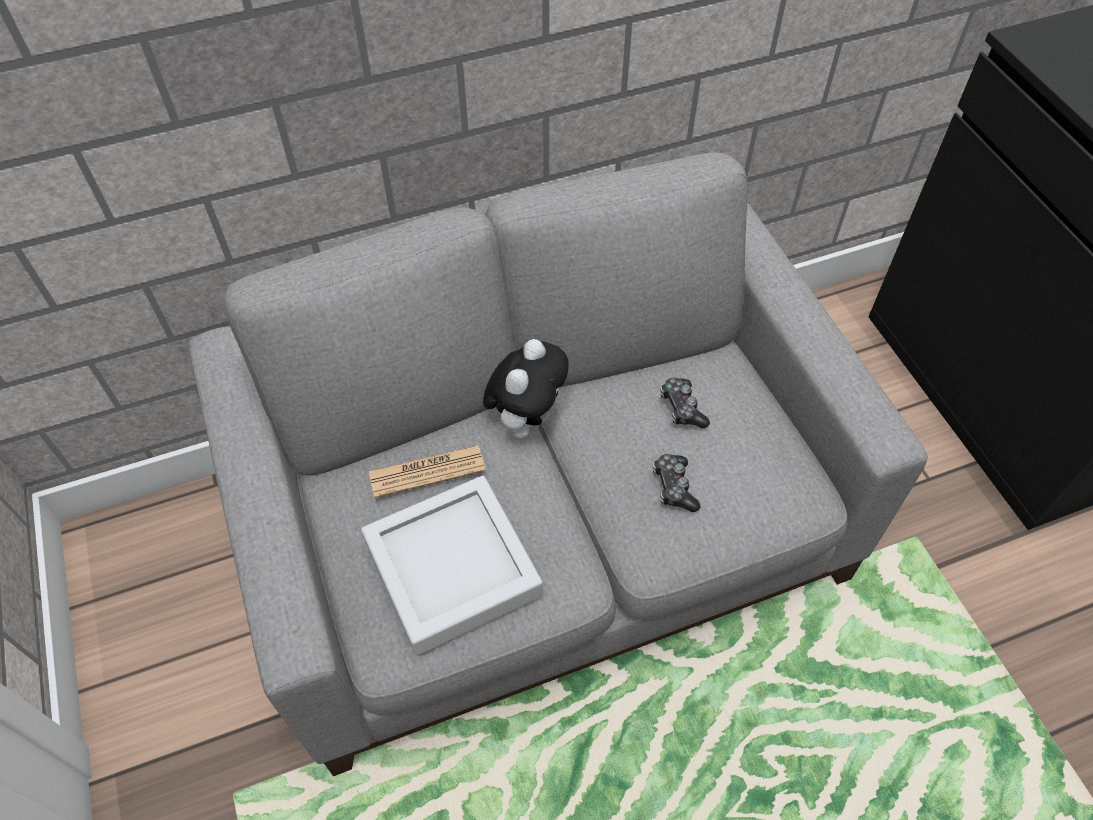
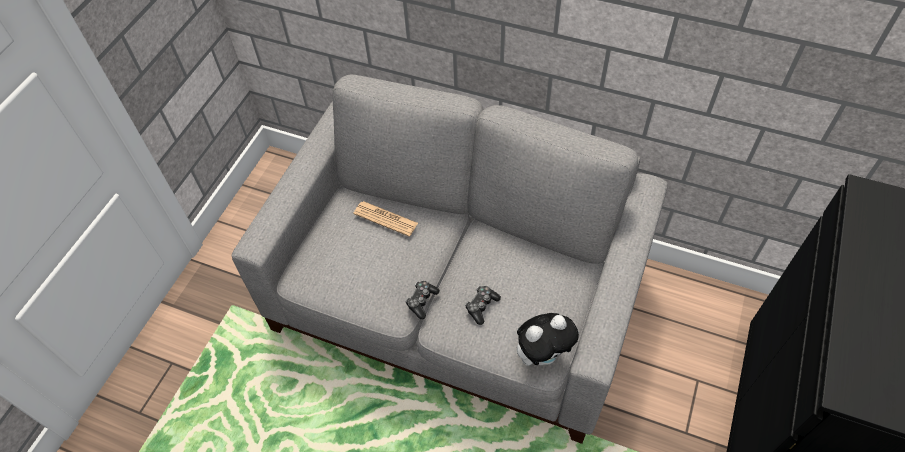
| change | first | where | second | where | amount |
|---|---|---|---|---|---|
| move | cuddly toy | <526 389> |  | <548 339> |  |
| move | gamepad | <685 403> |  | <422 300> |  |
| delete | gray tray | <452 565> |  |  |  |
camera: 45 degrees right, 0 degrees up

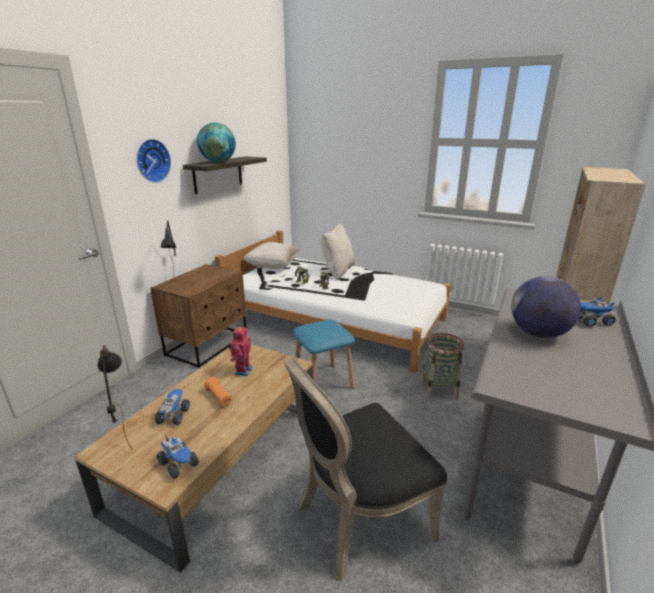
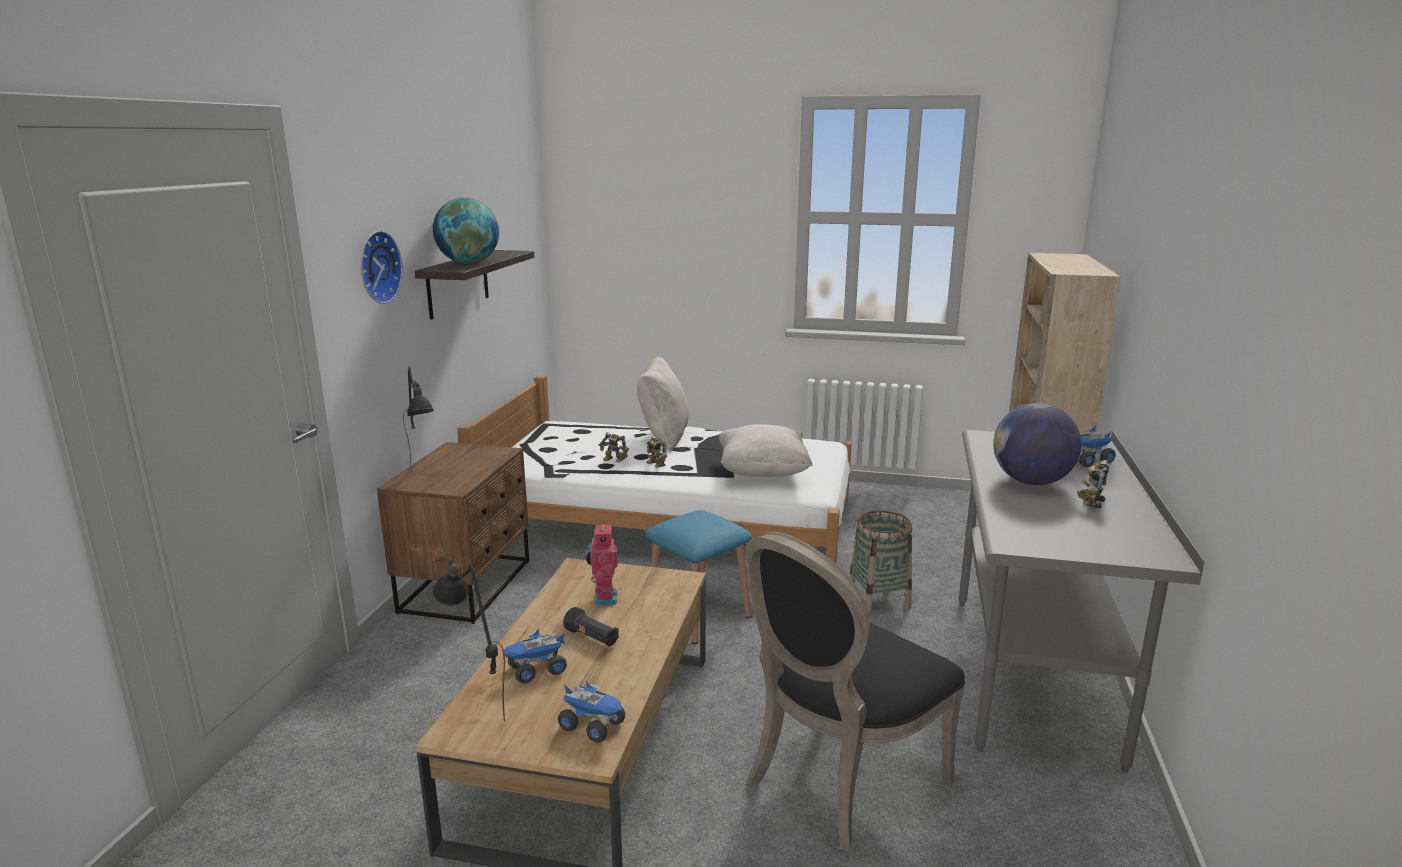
| change | first | where | second | where | amount |
|---|---|---|---|---|---|
| move | beige-coloured cushion | <271 255> |  | <766 450> |  |
| recolor | orange-coloured flashlight | <217 391> | black flashlight | <591 626> |  |
| rotate | toy lorry | <172 407> |  | <535 656> | 105 degrees counterclockwise |
| insert |  |  | robot figure | <1093 484> |  |
camera: 15 degrees left, 5 degrees down

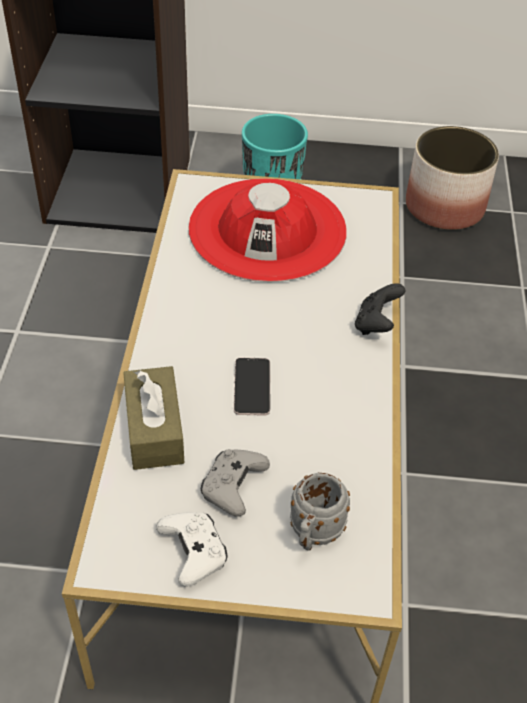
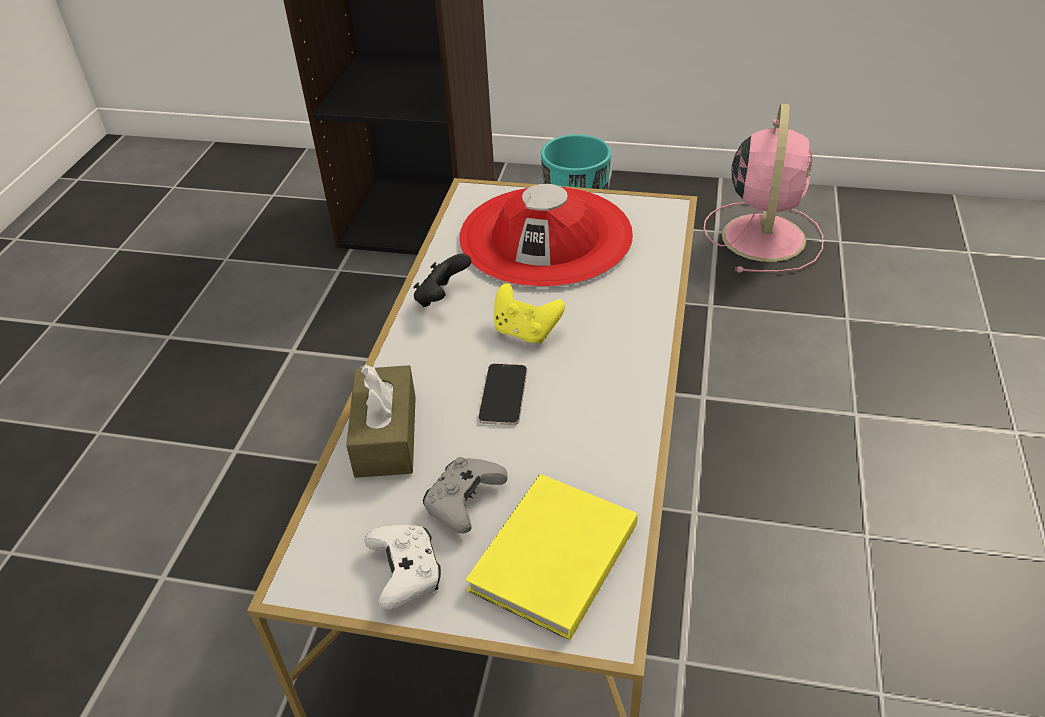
| change | first | where | second | where | amount |
|---|---|---|---|---|---|
| replace | plant pot | <452 178> | pink-coloured electric fan | <763 188> |  |
| move | black gamepad | <380 309> |  | <442 280> |  |
| replace | gray mug | <320 512> | yellow-coloured book | <552 557> |  |
| insert |  |  | yellow-coloured gamepad | <529 313> |  |
camera: 10 degrees right, 5 degrees down

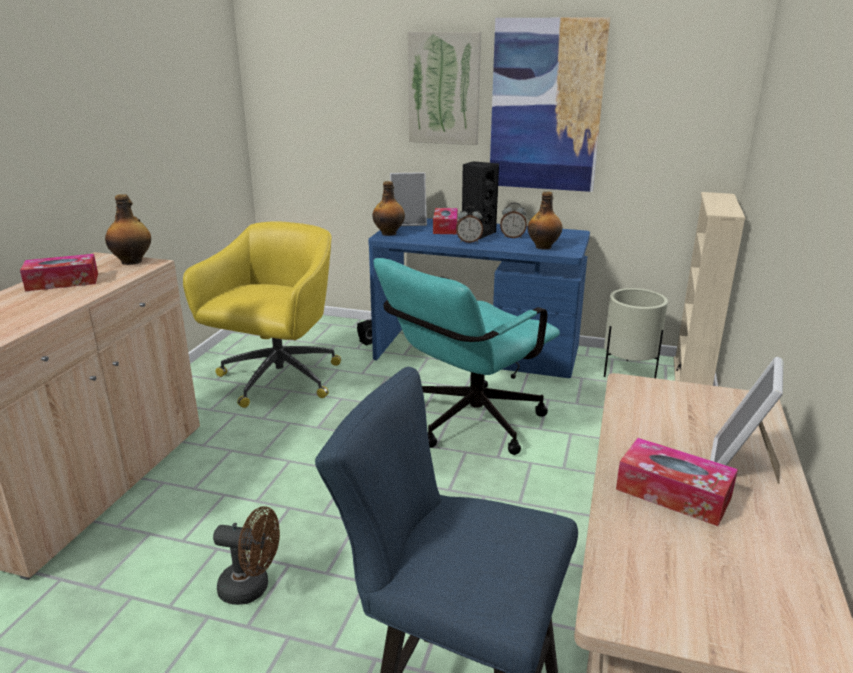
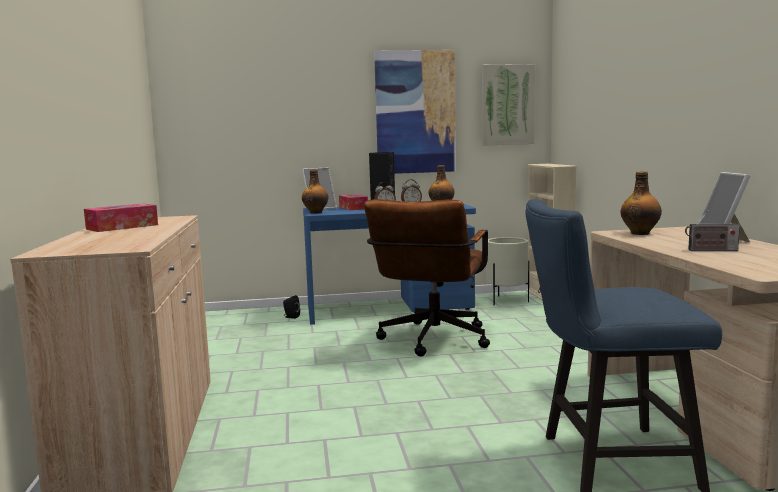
| change | first | where | second | where | amount |
|---|---|---|---|---|---|
| move | wall art | <444 88> |  | <508 105> |  |
| move | bottle | <128 229> |  | <641 203> |  |
| delete | yellow-coloured desk chair | <262 314> |  |  |  |
| recolor | turquoise desk chair | <467 356> | brown desk chair | <427 277> |  |
| replace | tissue holder | <677 482> | radio set | <712 230> |  |
| delete | brown electric fan | <246 555> |  |  |  |
camera: 25 degrees left, 15 degrees down

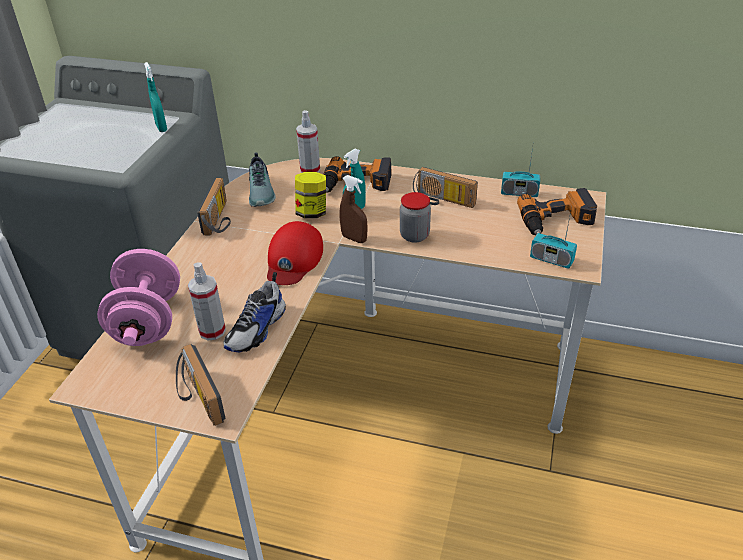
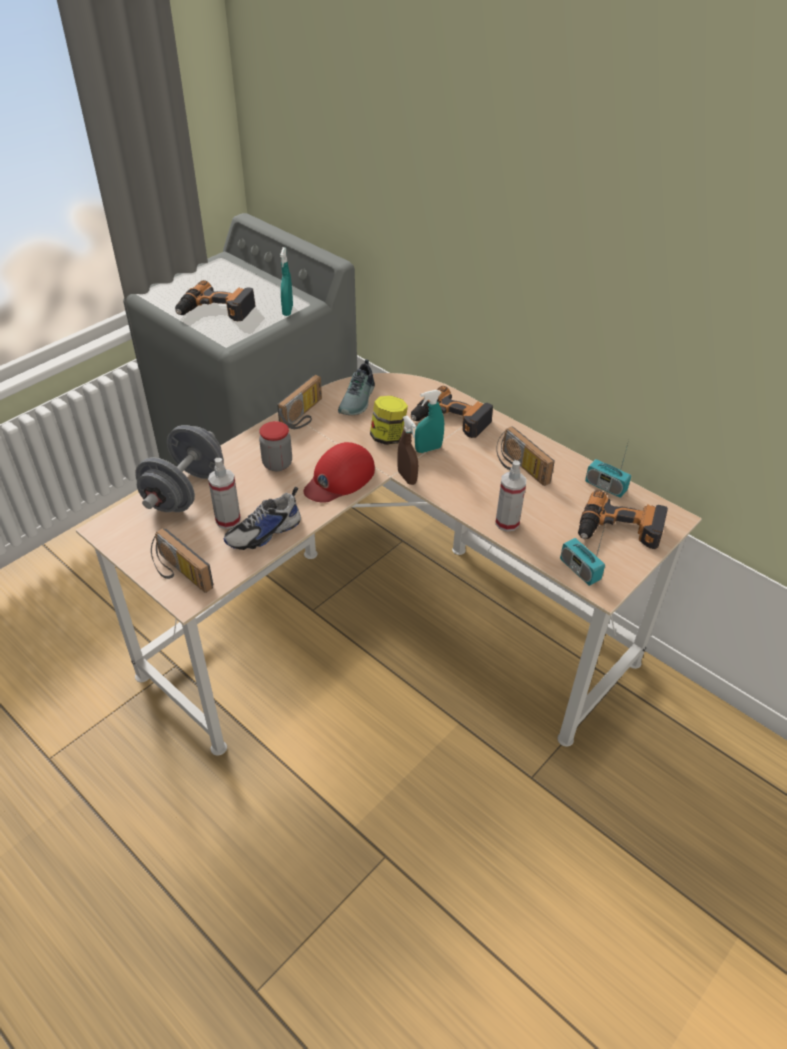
| change | first | where | second | where | amount |
|---|---|---|---|---|---|
| move | hand sprayer | <308 141> |  | <510 496> |  |
| move | jar | <415 217> |  | <275 446> |  |
| recolor | pink-coloured free weight | <138 297> | gray free weight | <179 468> |  |
| rotate | radio set | <200 385> |  | <182 560> | 45 degrees counterclockwise |
| insert |  |  | electric drill | <215 300> |  |
camera: 25 degrees right, 5 degrees up

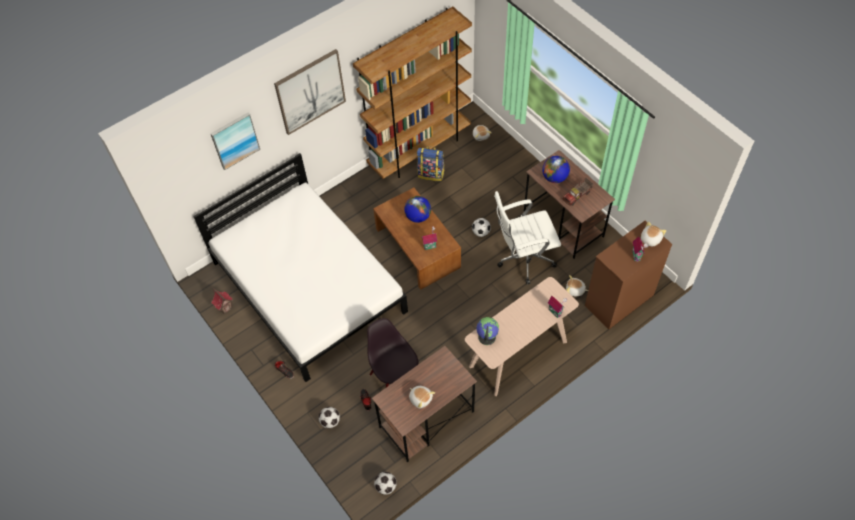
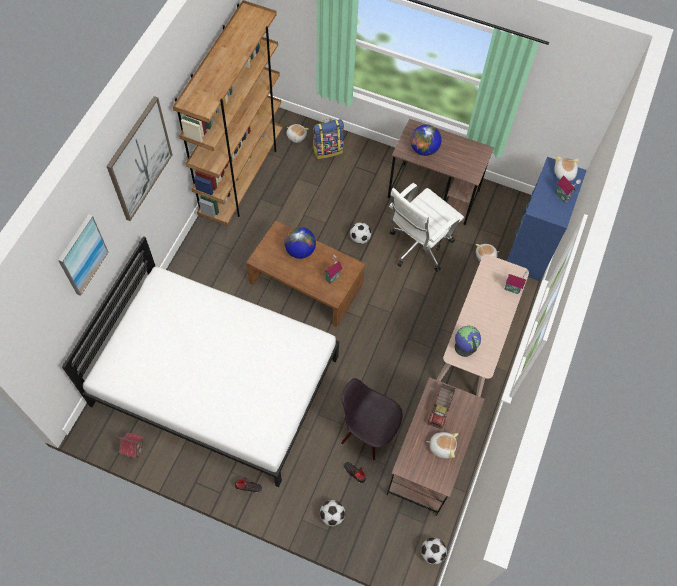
| change | first | where | second | where | amount |
|---|---|---|---|---|---|
| move | backpack | <431 163> |  | <328 138> |  |
| move | toy lorry | <577 192> |  | <442 406> |  |
| recolor | brown chest of drawers | <629 275> | bluish chest of drawers | <547 219> |  |
camera: 35 degrees left, 5 degrees up

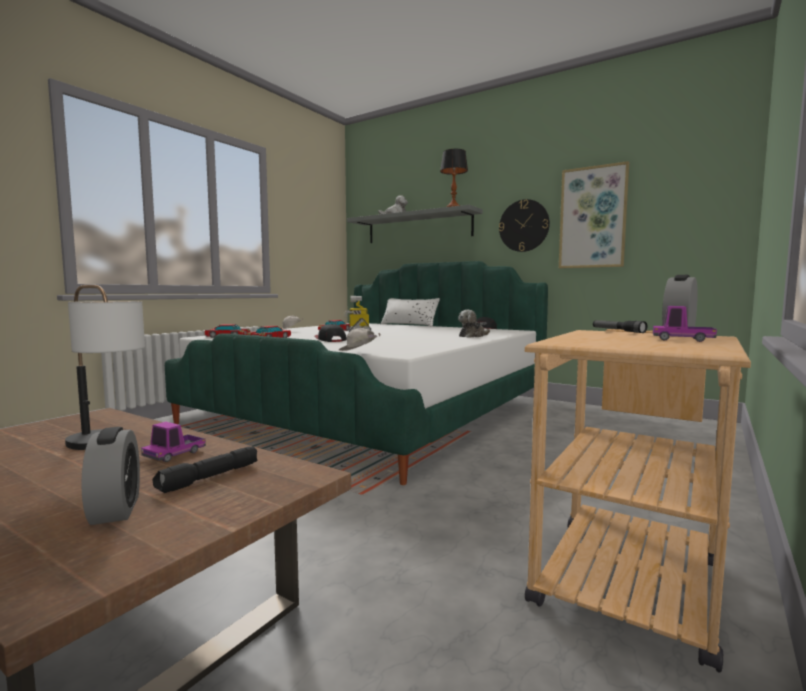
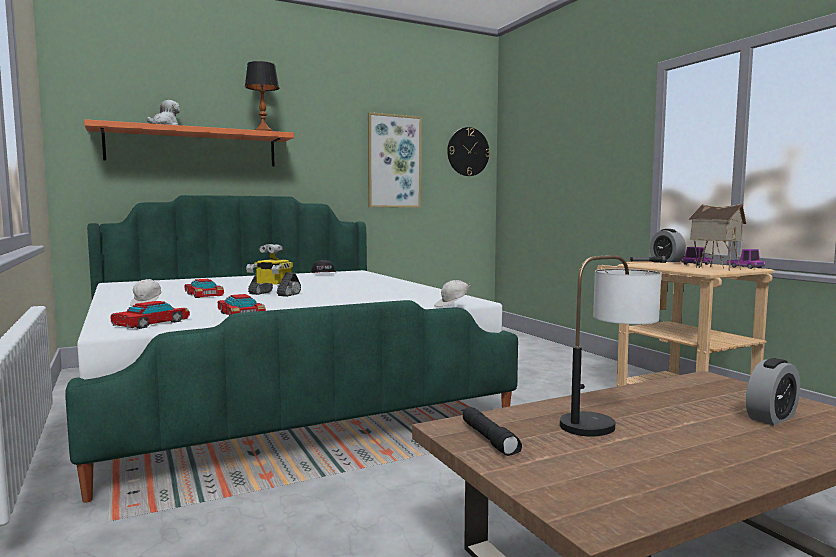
| change | first | where | second | where | amount |
|---|---|---|---|---|---|
| move | wall clock | <524 225> |  | <468 151> |  |
| recolor | gray bracket shelf | <415 224> | orange-coloured bracket shelf | <189 142> |  |
| delete | whitish cushion | <410 312> |  |  |  |
| delete | cuddly toy | <474 324> |  |  |  |
| delete | baseball cap | <330 333> |  |  |  |
| move | toy lorry | <173 442> |  | <746 259> |  |
| rotate | bedside clock | <110 476> |  | <773 391> | 135 degrees clockwise |
| move | black flashlight | <205 469> |  | <492 431> |  |
| insert |  |  | model house | <717 237> |  |
camera: 60 degrees left, 0 degrees up

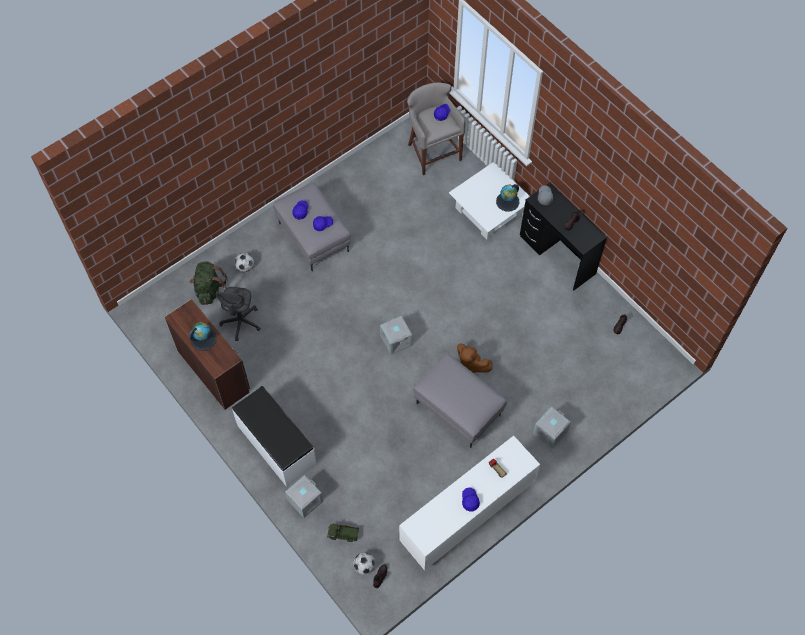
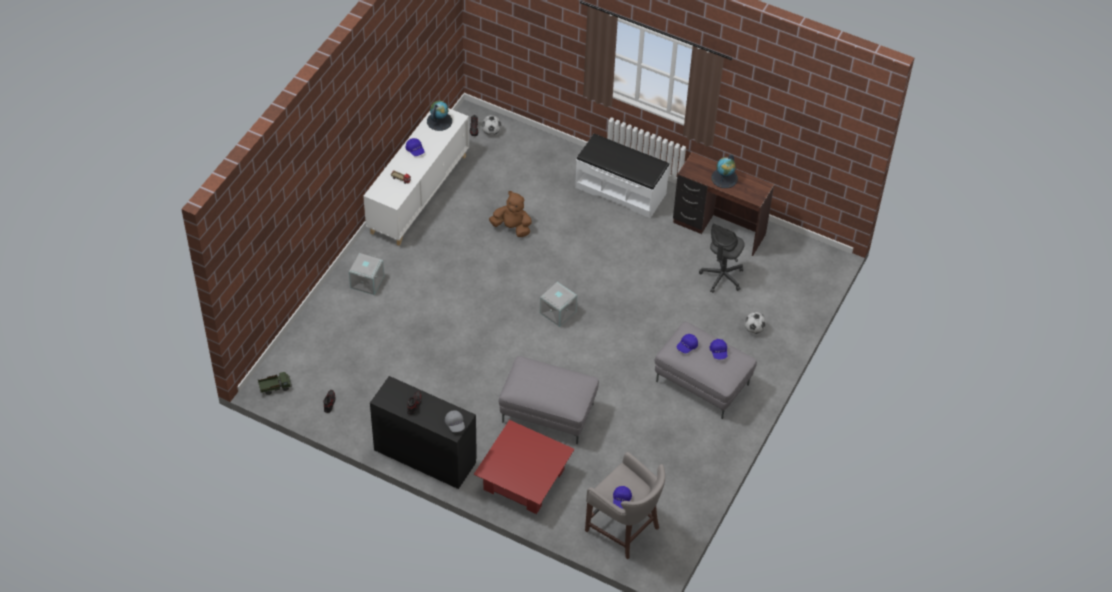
| change | first | where | second | where | amount |
|---|---|---|---|---|---|
| recolor | whitish low table | <489 201> | red low table | <524 467> |  |
| move | desk globe | <507 197> |  | <439 115> |  |
| delete | green-coloured backpack | <208 283> |  |  |  |
| rotate | gray desk chair | <238 314> |  | <722 258> | 135 degrees counterclockwise |
| move | brown cuddly toy | <474 358> |  | <510 214> |  |
| move | gray ottoman | <460 401> |  | <549 400> |  |
| delete | gray storage container | <304 496> |  |  |  |
| move | toy lorry | <343 533> |  | <275 383> |  |
camera: 155 degrees right, 10 degrees down

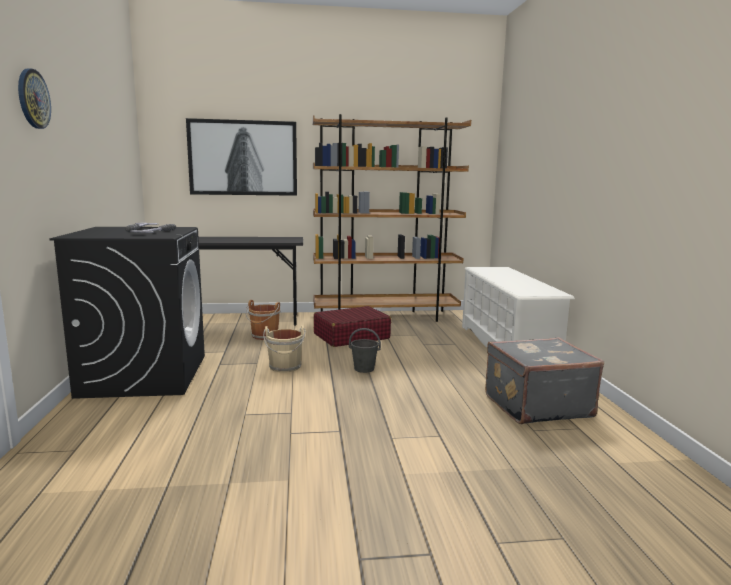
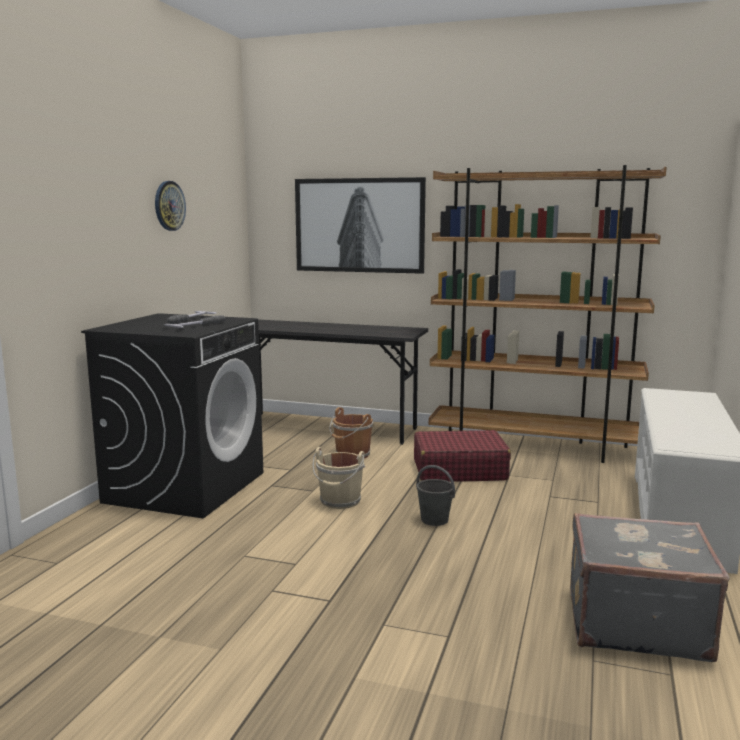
| change | first | where | second | where | amount |
|---|---|---|---|---|---|
| move | wall clock | <34 99> |  | <170 206> |  |
camera: 25 degrees right, 0 degrees up

